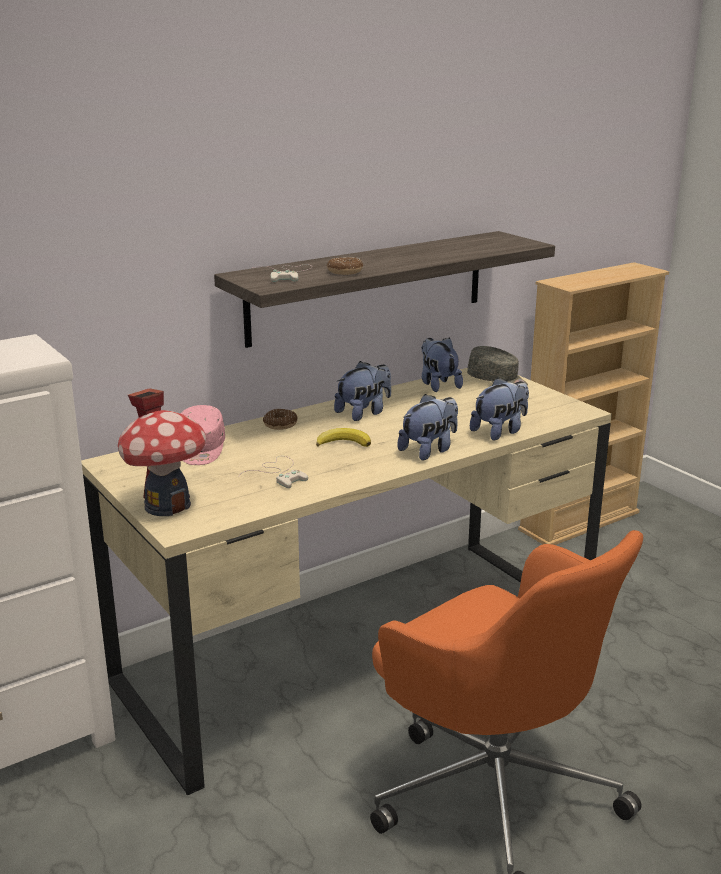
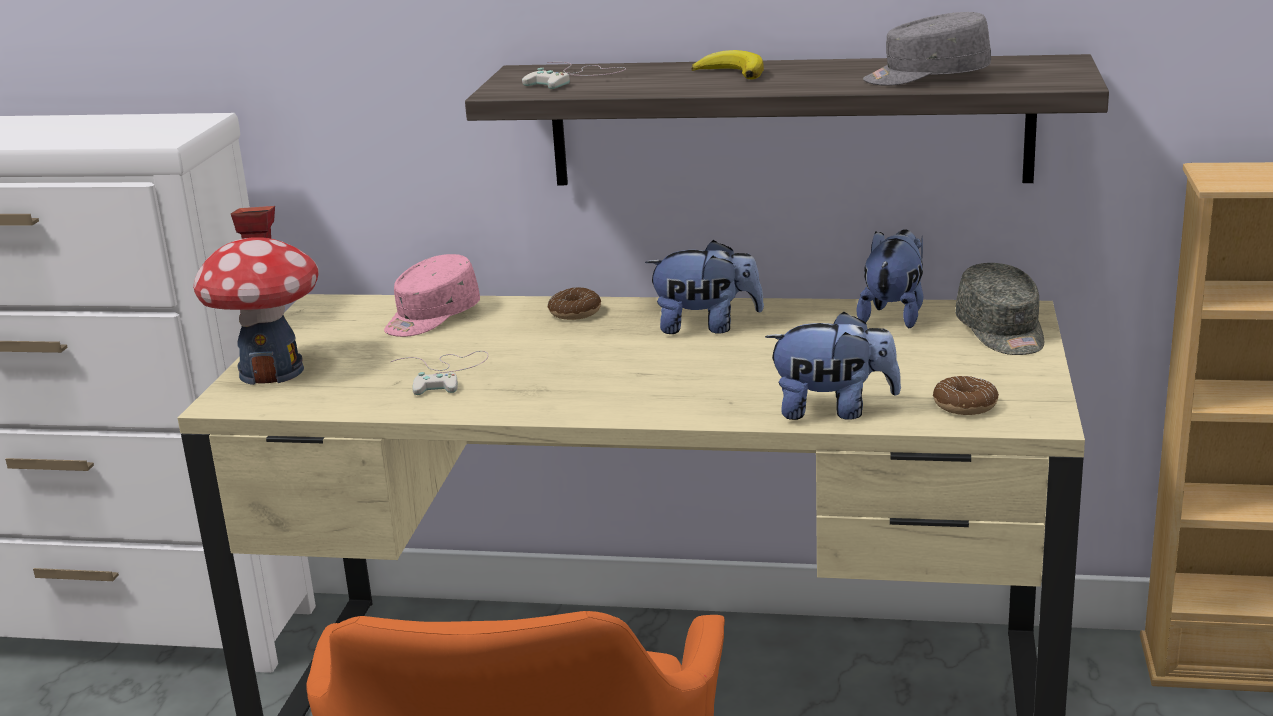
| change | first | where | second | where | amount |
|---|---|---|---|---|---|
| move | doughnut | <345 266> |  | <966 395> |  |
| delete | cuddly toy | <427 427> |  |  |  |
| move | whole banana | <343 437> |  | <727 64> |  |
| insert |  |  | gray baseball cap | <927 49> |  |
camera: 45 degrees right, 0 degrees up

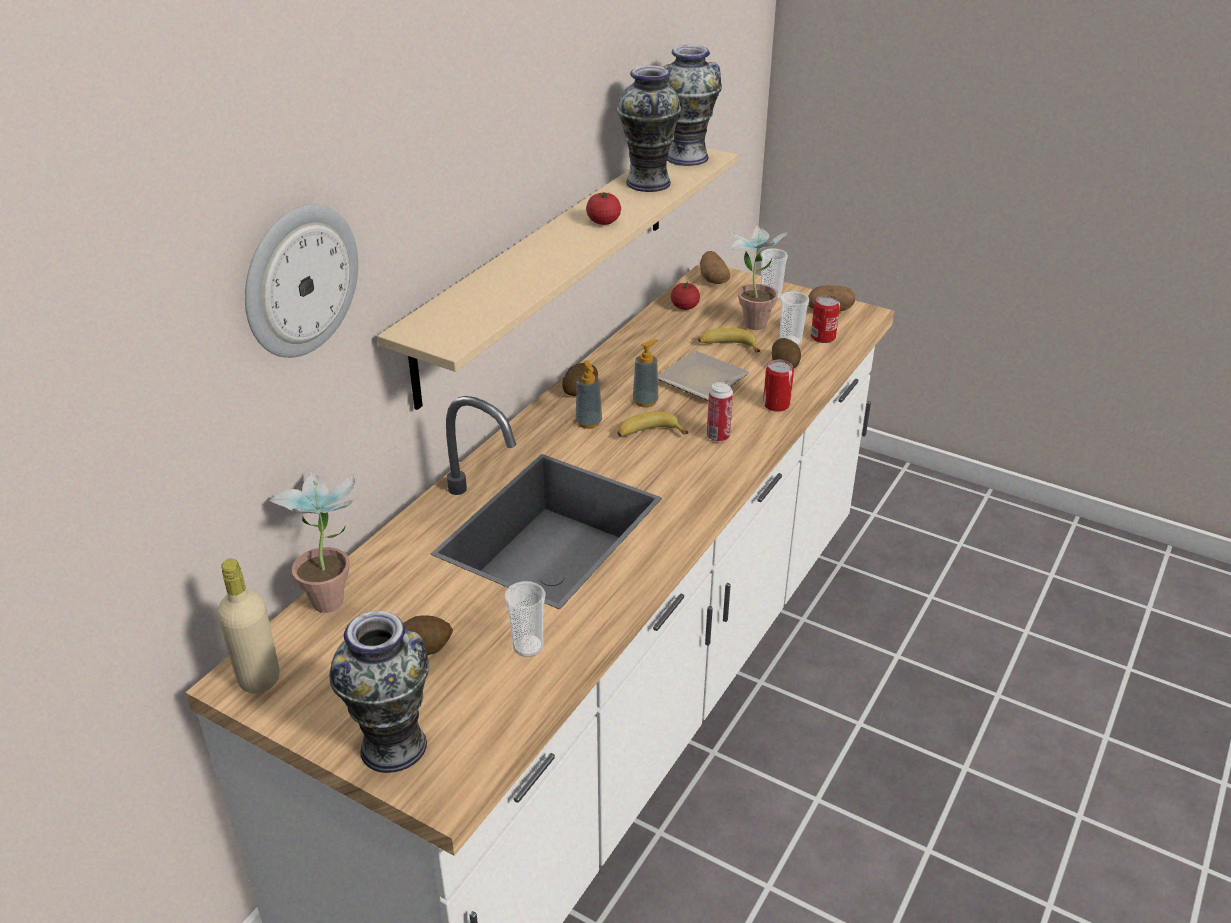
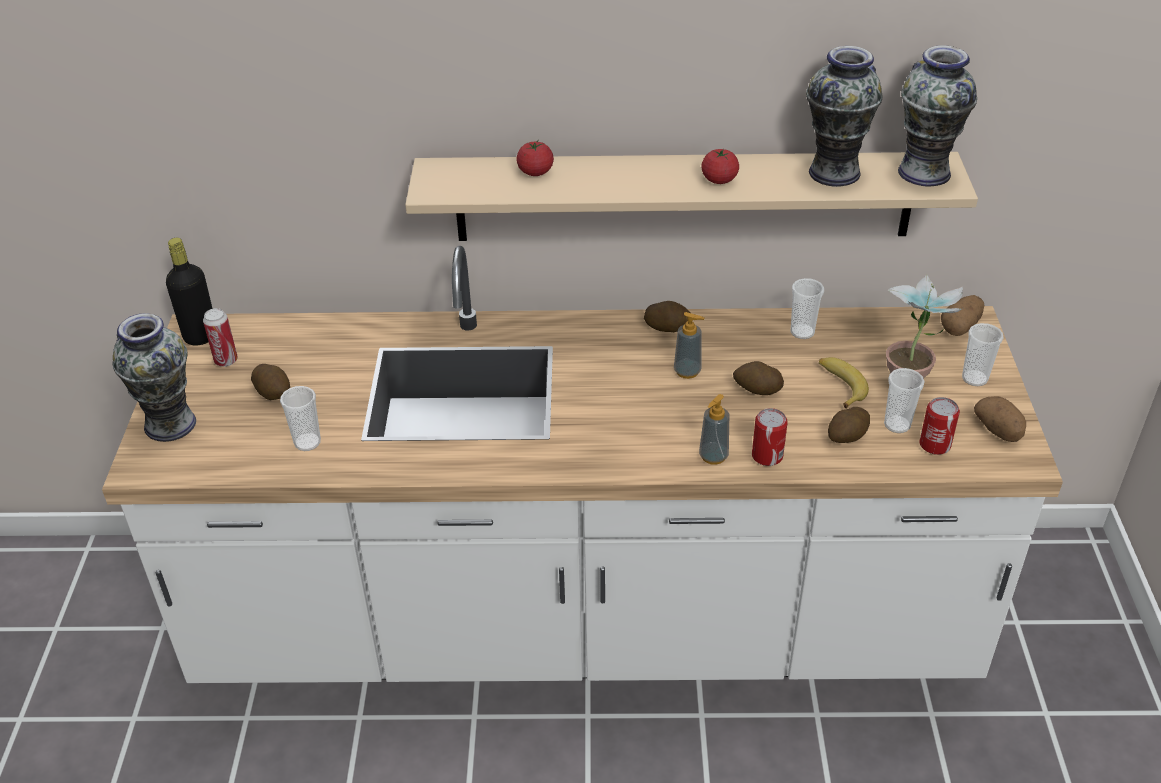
| change | first | where | second | where | amount |
|---|---|---|---|---|---|
| delete | wall clock | <301 281> |  |  |  |
| move | whole tomato | <685 296> |  | <535 158> |  |
| replace | flat dish | <704 375> | spud | <758 378> |  |
| move | soap dispenser | <589 394> |  | <714 429> |  |
| move | sealed can | <720 412> |  | <220 337> |  |
| delete | whole banana | <653 423> |  |  |  |
| delete | houseplant | <312 542> |  |  |  |
| recolor | beige-coloured bottle | <249 626> | black bottle | <189 291> |  |
| insert |  |  | drinking cup | <807 308> |  |
camera: 60 degrees right, 5 degrees up

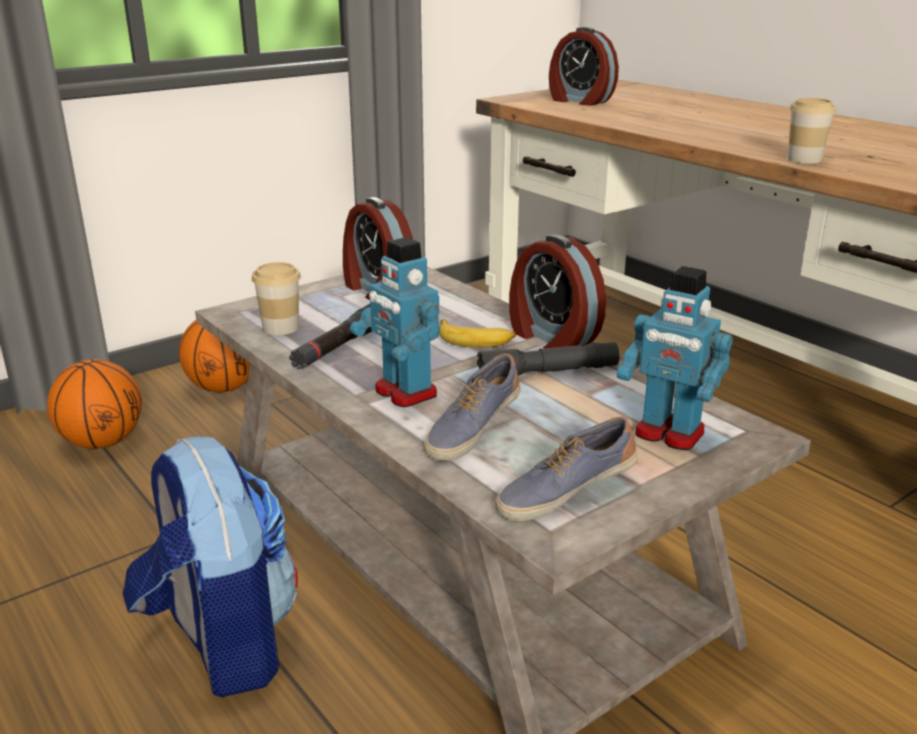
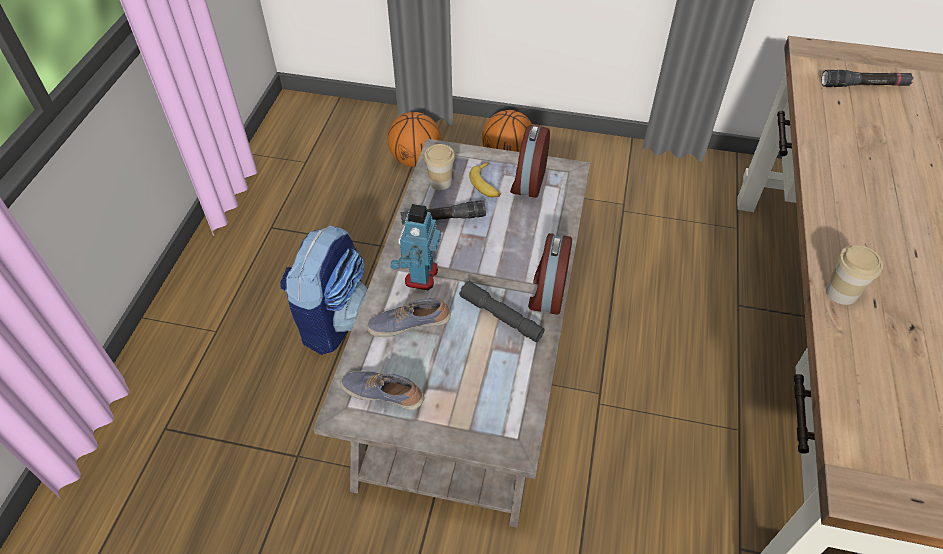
| change | first | where | second | where | amount |
|---|---|---|---|---|---|
| replace | bedside clock | <584 66> | black flashlight | <867 78> |  |
| delete | robot figure | <675 358> |  |  |  |
| move | whole banana | <477 333> |  | <485 179> |  |
camera: 50 degrees right, 25 degrees up

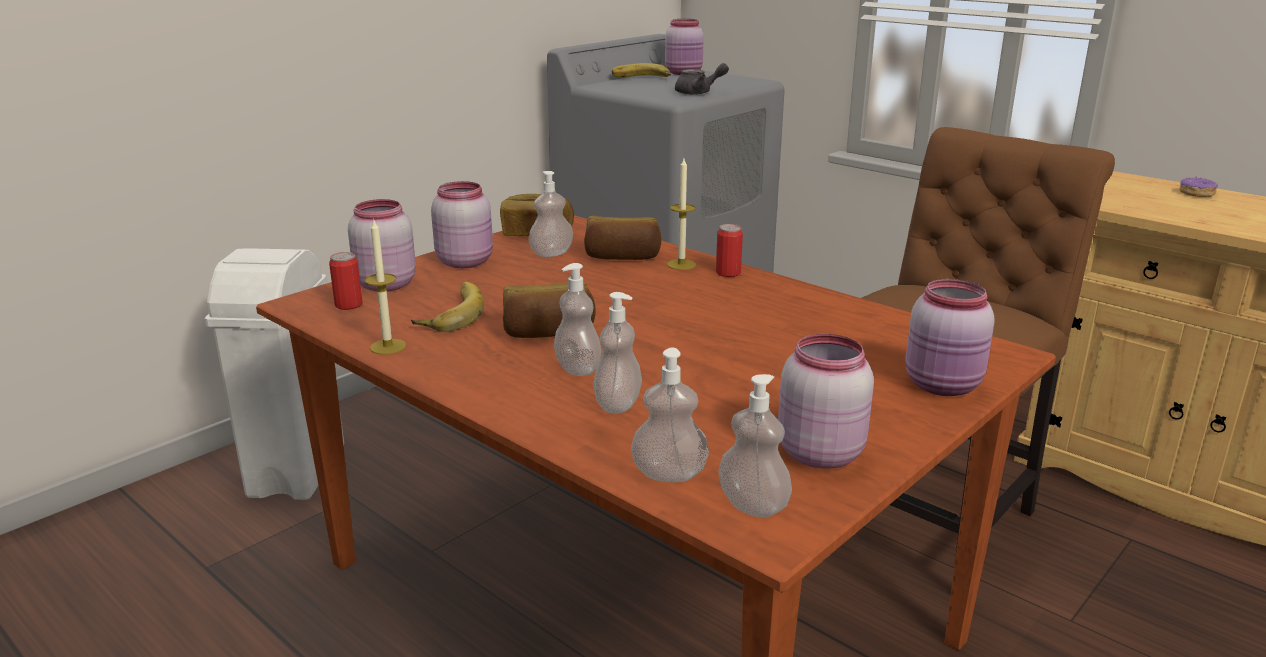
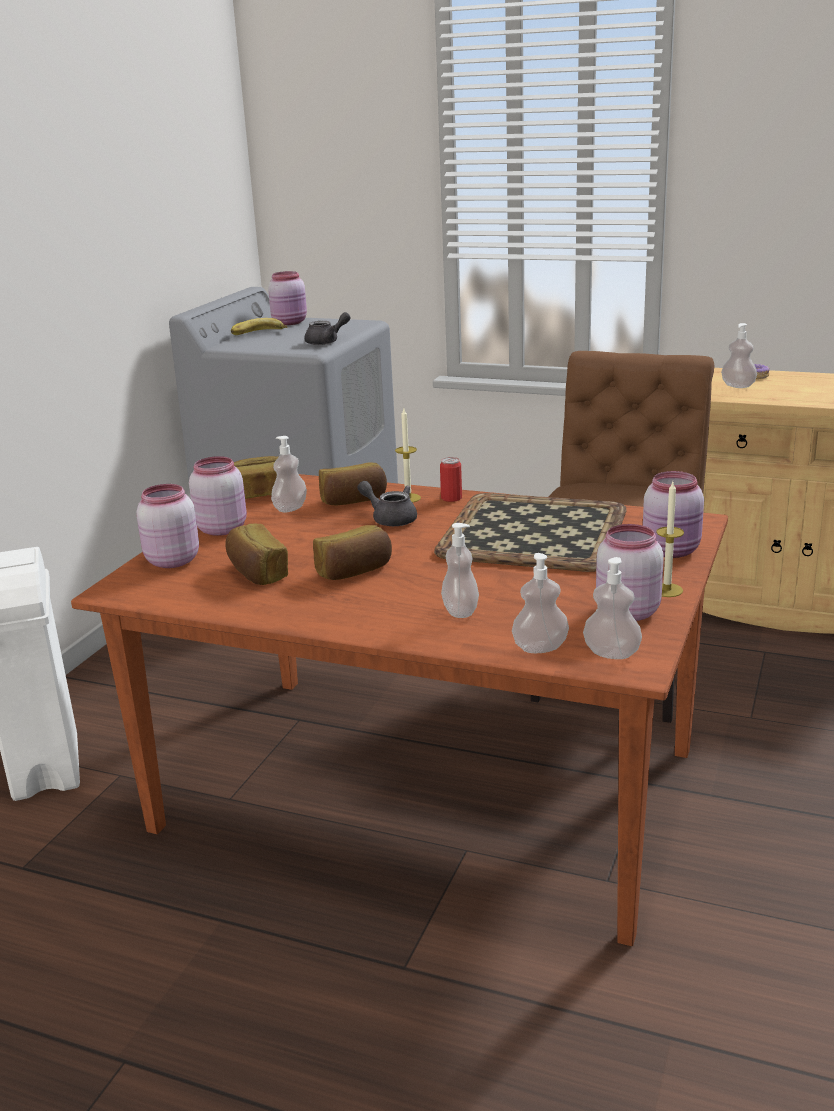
| change | first | where | second | where | amount |
|---|---|---|---|---|---|
| move | wax candle | <385 287> |  | <670 539> |  |
| delete | sealed can | <346 281> |  |  |  |
| move | soap dispenser | <578 319> |  | <739 355> |  |
| replace | whole banana | <447 307> | bread | <256 554> |  |
| insert |  |  | gray tea pot | <387 503> |  |
| insert |  |  | tray | <530 532> |  |
camera: 20 degrees left, 0 degrees up

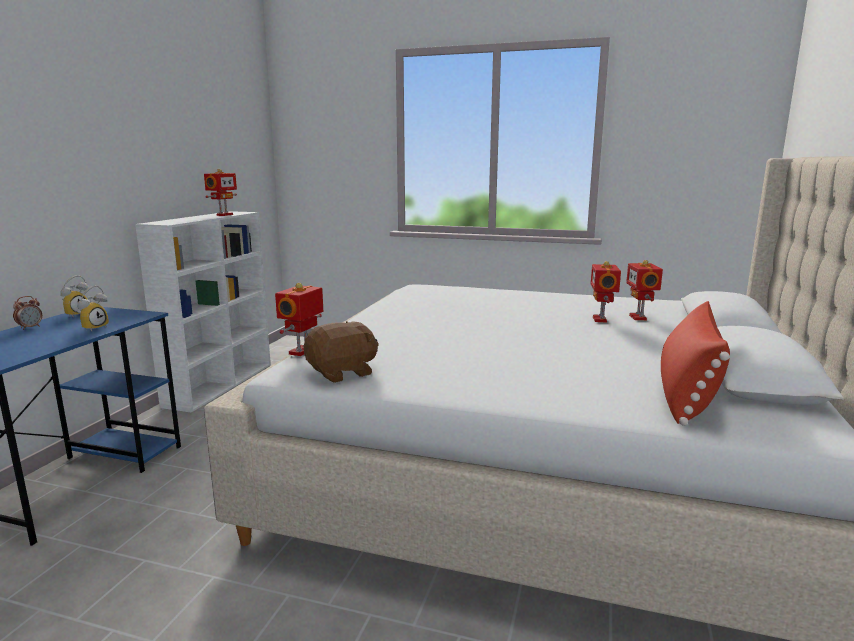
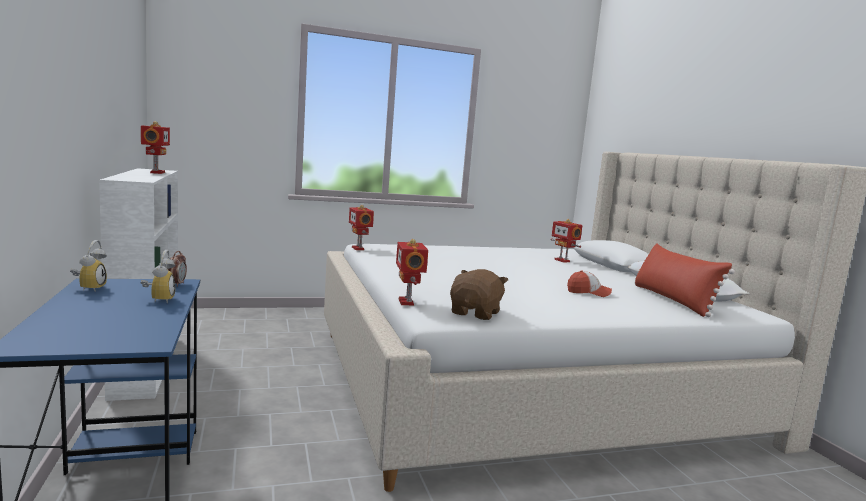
| change | first | where | second | where | amount |
|---|---|---|---|---|---|
| move | robot figure | <606 291> |  | <361 227> |  |
| move | bedside clock | <27 313> |  | <177 269> |  |
| insert |  |  | baseball cap | <589 283> |  |
camera: 35 degrees left, 5 degrees down

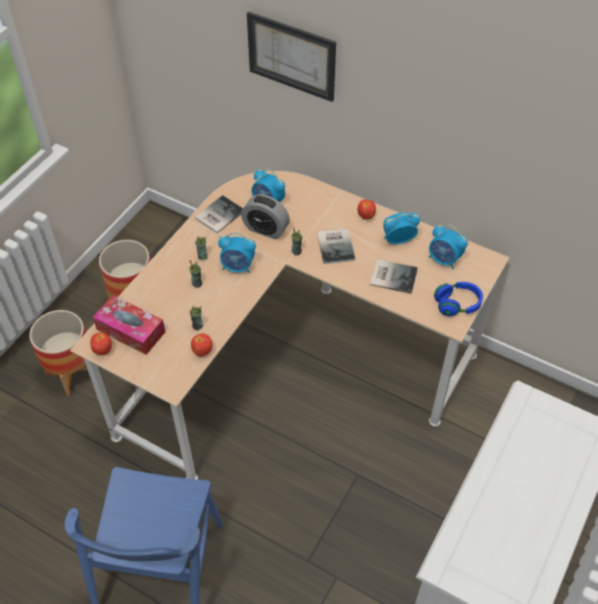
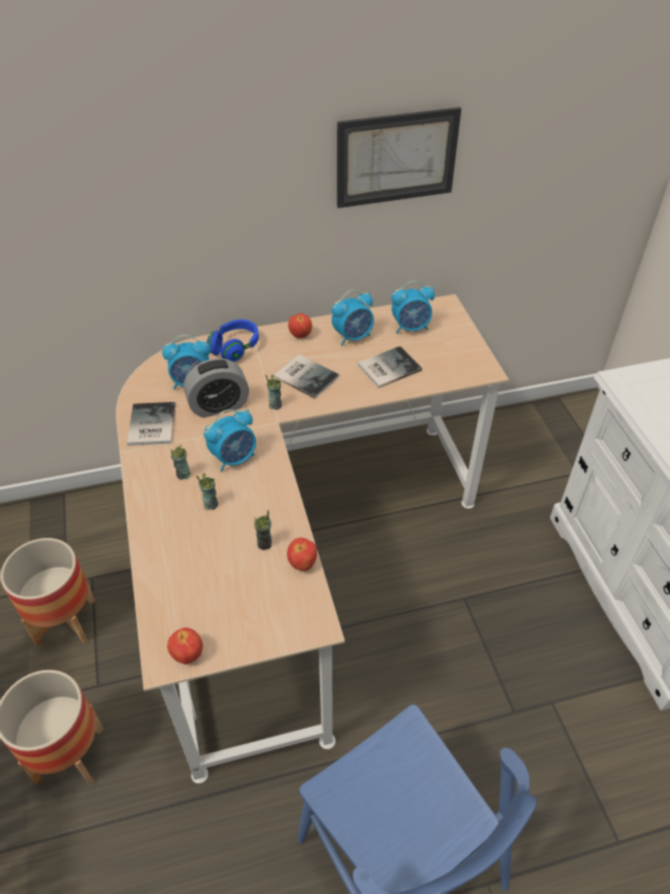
| change | first | where | second | where | amount |
|---|---|---|---|---|---|
| move | wall art | <291 56> |  | <399 157> |  |
| rotate | bedside clock | <401 228> |  | <353 318> | 150 degrees counterclockwise |
| move | bluish headset | <458 299> |  | <233 340> |  |
| delete | tissue holder | <129 325> |  |  |  |
camera: 45 degrees left, 5 degrees down

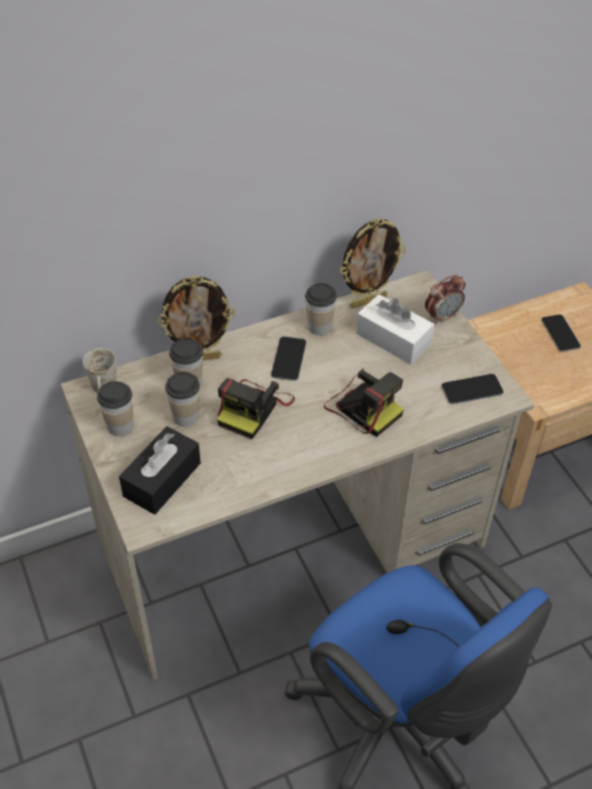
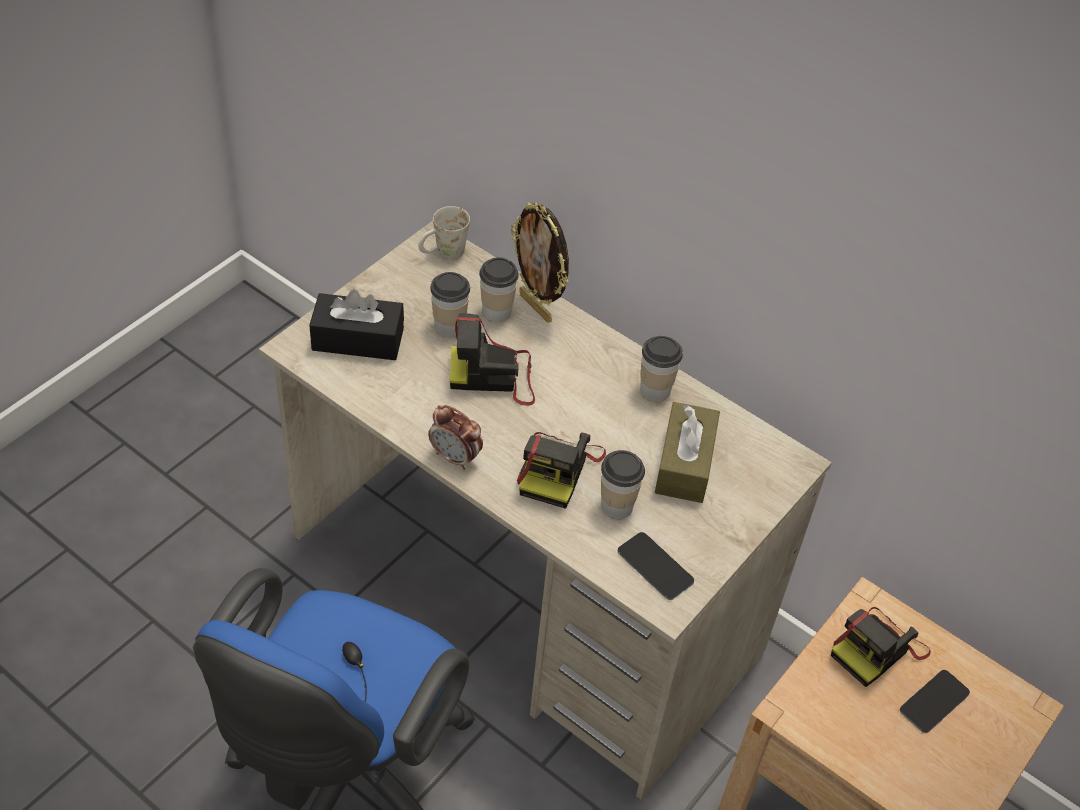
| change | first | where | second | where | amount |
|---|---|---|---|---|---|
| delete | picture frame | <373 263> |  |  |  |
| move | bedside clock | <445 299> |  | <455 437> |  |
| recolor | whitish tissue holder | <395 329> | brown tissue holder | <687 452> |  |
| delete | telephone | <288 359> |  |  |  |
| move | drinking cup | <115 408> |  | <623 484> |  |
| insert |  |  | photo camera | <881 647> |  |
camera: 60 degrees right, 0 degrees up

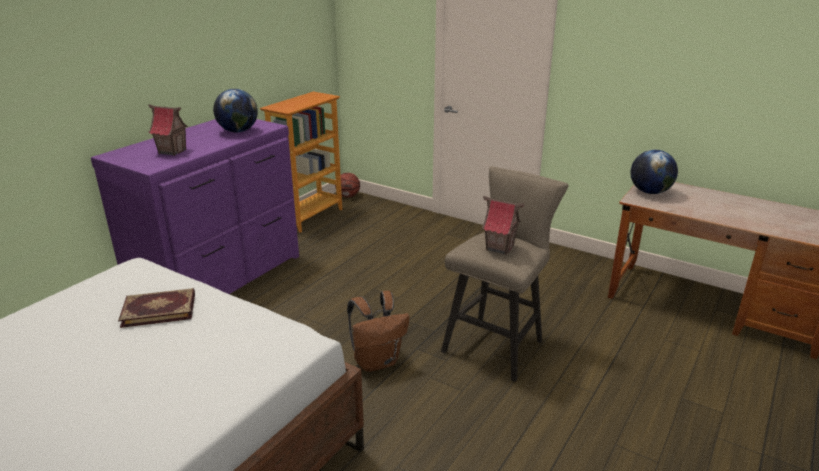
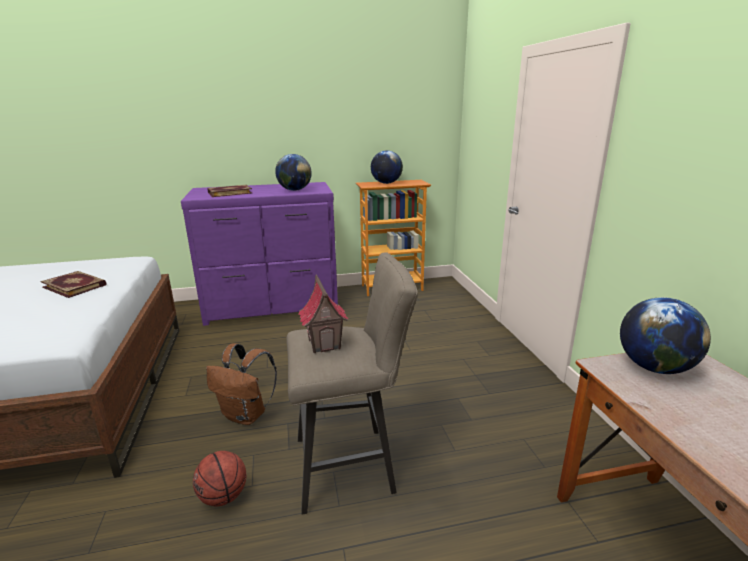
| change | first | where | second | where | amount |
|---|---|---|---|---|---|
| replace | model house | <168 130> | book | <229 191> |  |
| move | basketball ball | <347 185> |  | <219 478> |  |
| insert |  |  | desk globe | <387 167> |  |
camera: 45 degrees right, 5 degrees down

